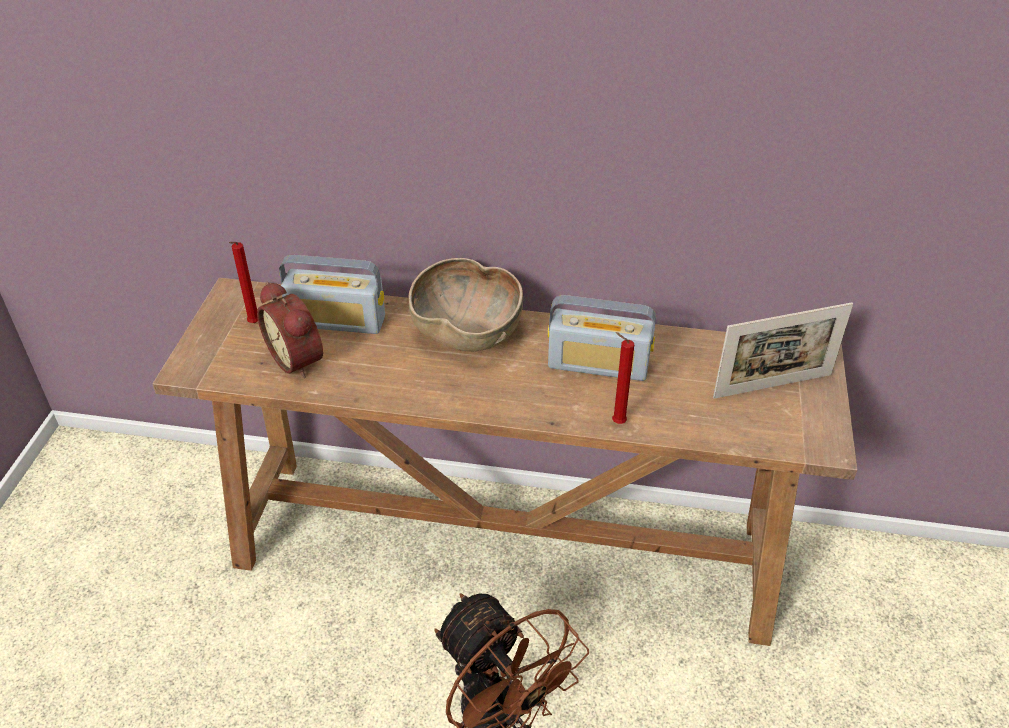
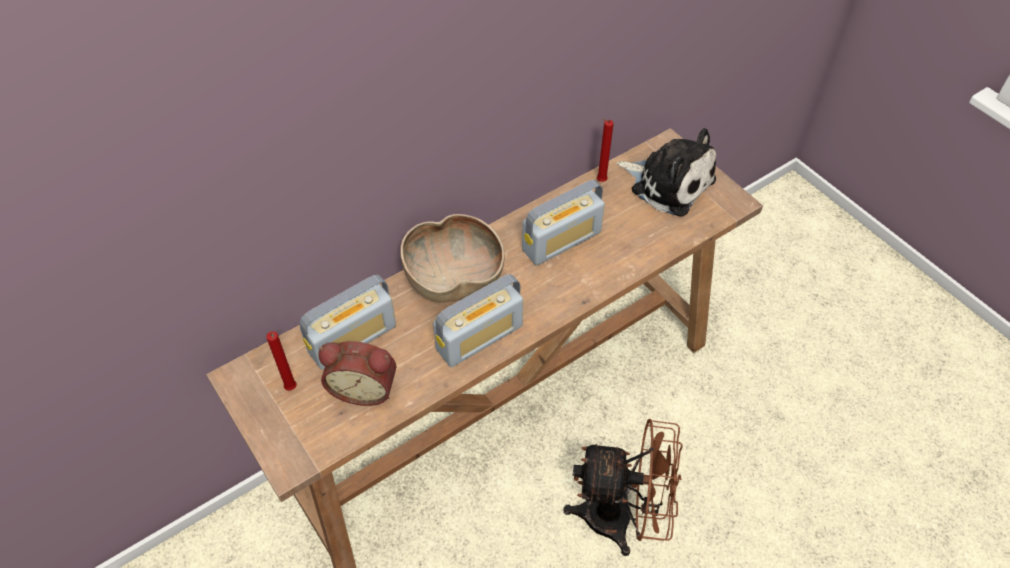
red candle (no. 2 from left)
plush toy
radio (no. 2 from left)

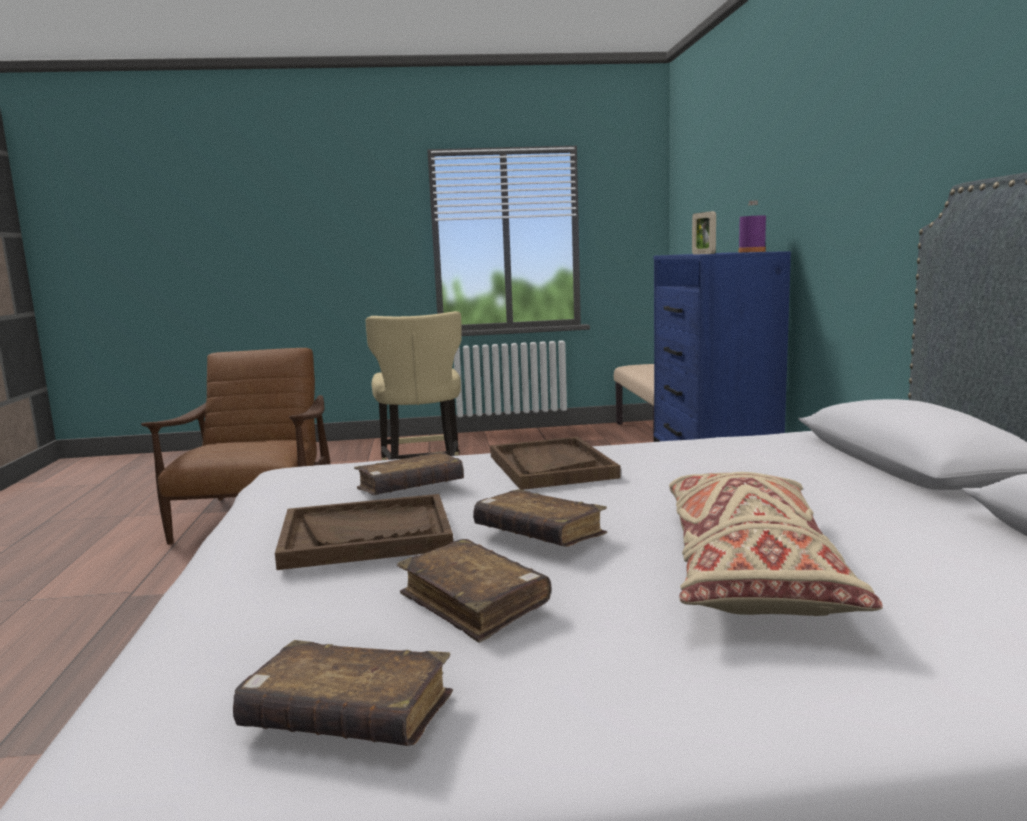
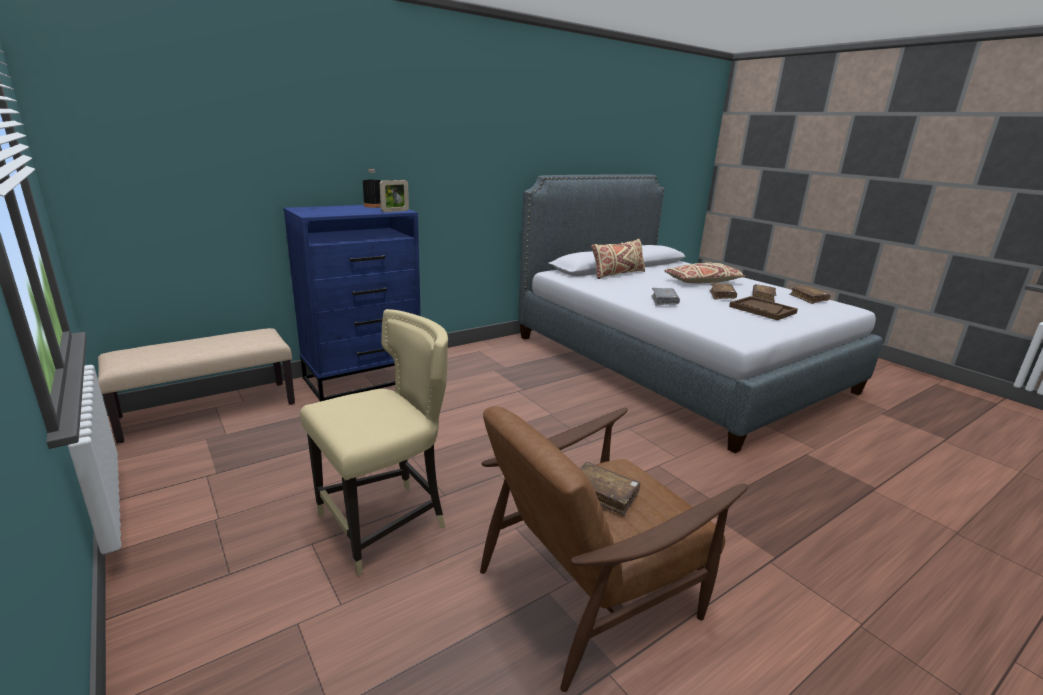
brown book (no. 1 from left)
grey book
black bottle
beige pillow (no. 1 from left)

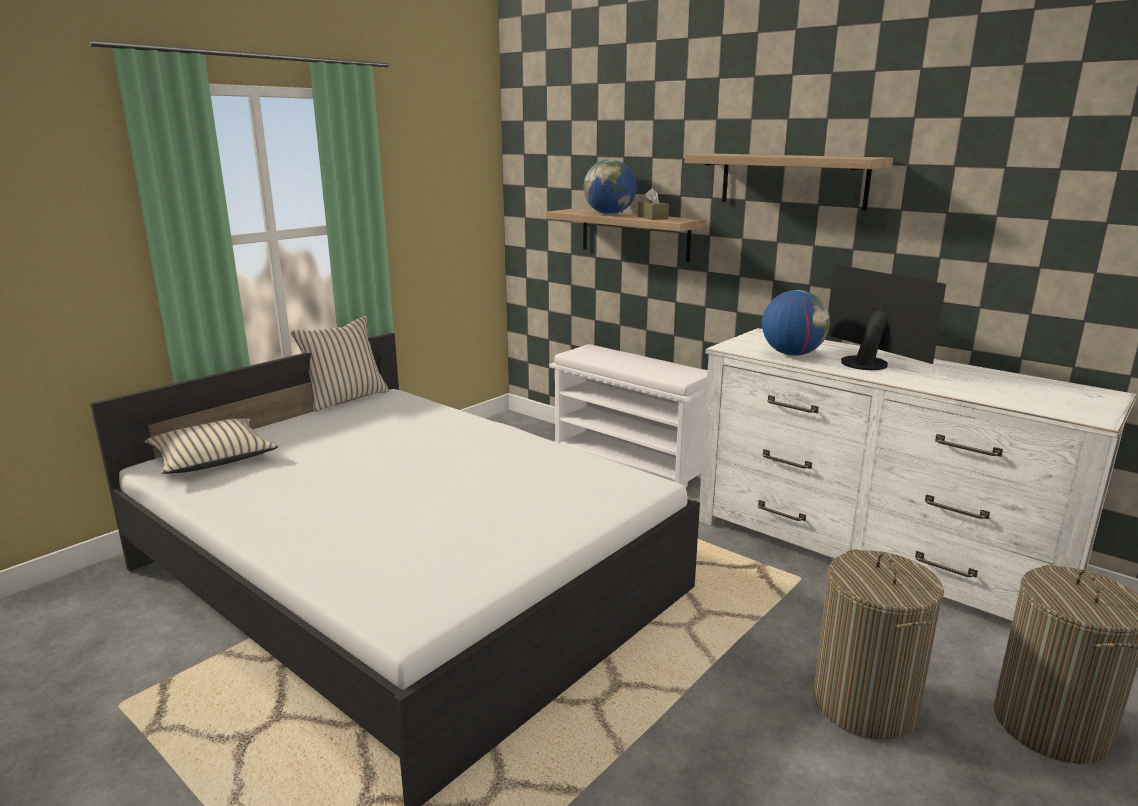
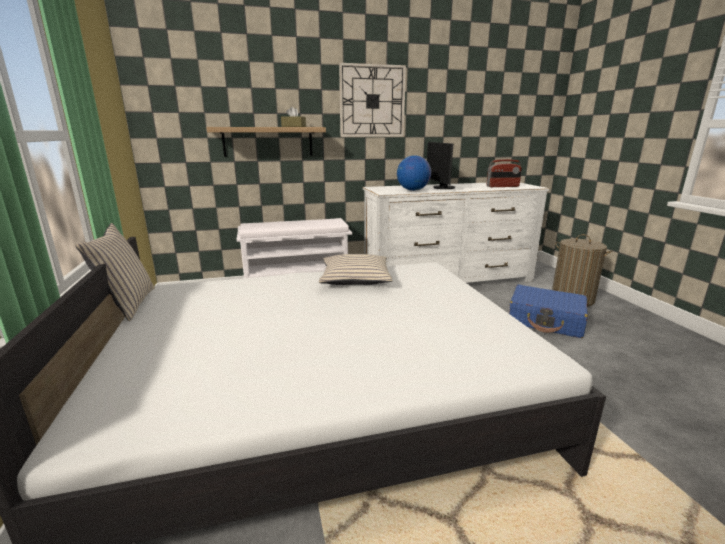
beige pillow (no. 2 from left)
globe (no. 1 from left in the first image)
wall clock
blue suitcase
monitor
radio

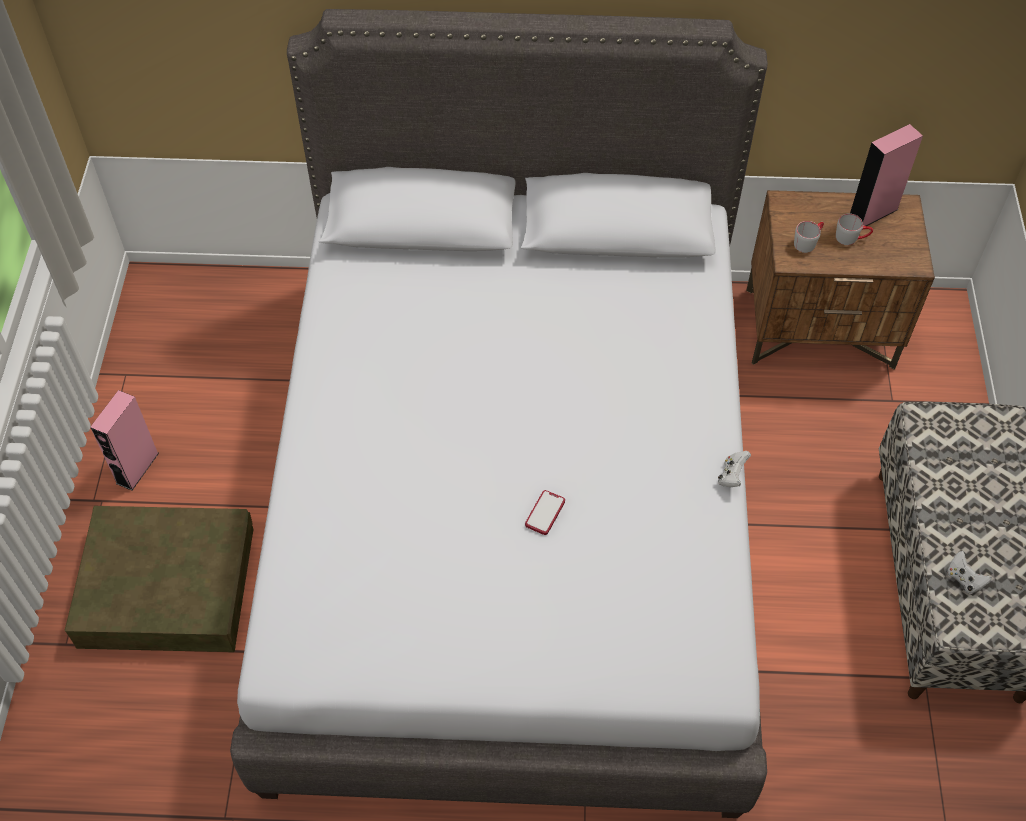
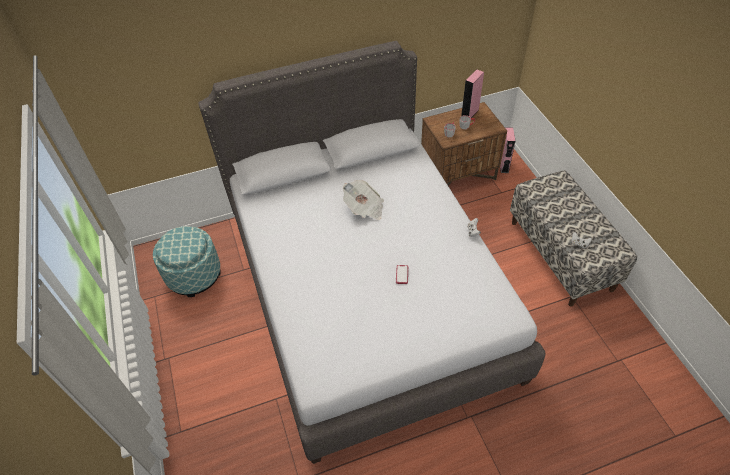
brown storage box
pink speaker (no. 2 from left)
ottoman
newspaper

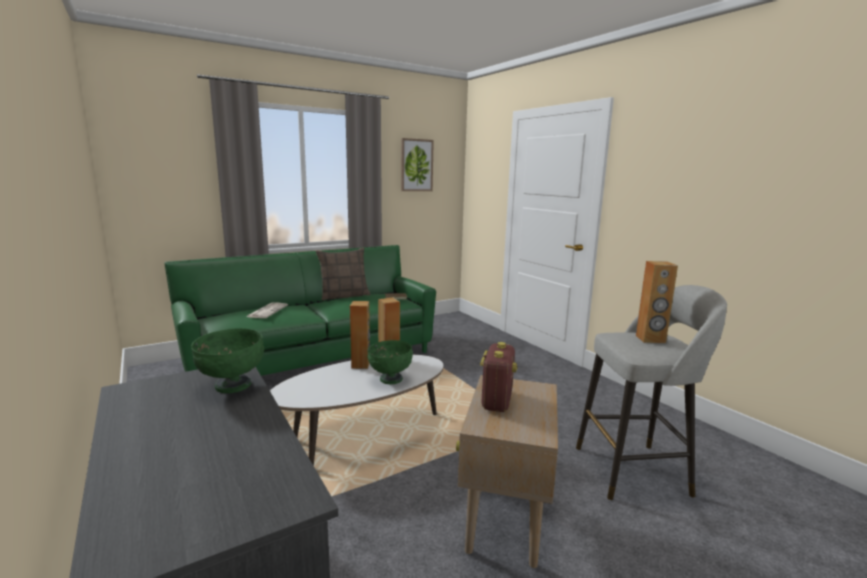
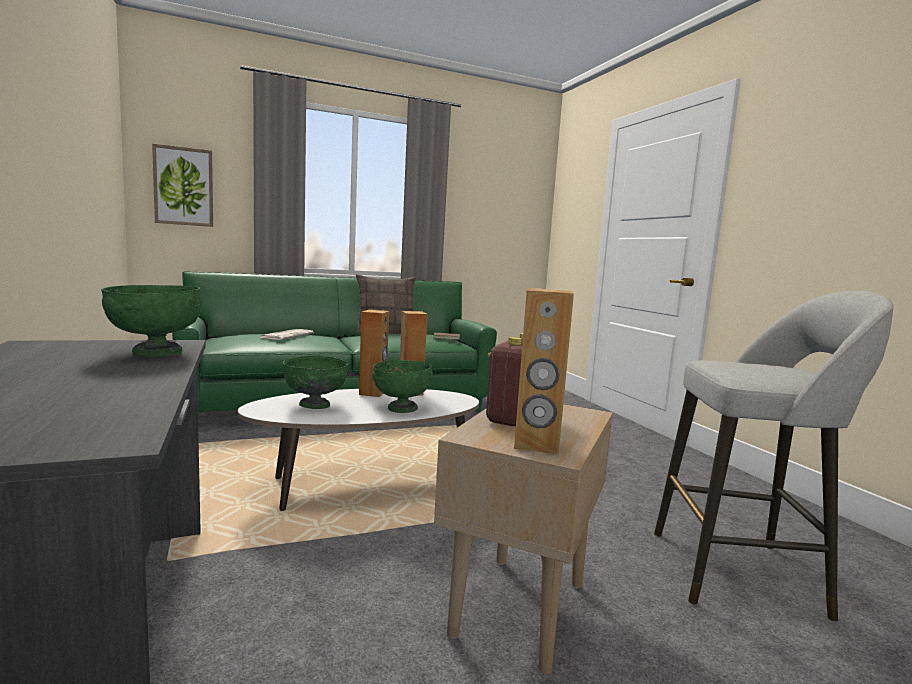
picture
brown speaker (no. 3 from left)
green bowl (no. 2 from left)

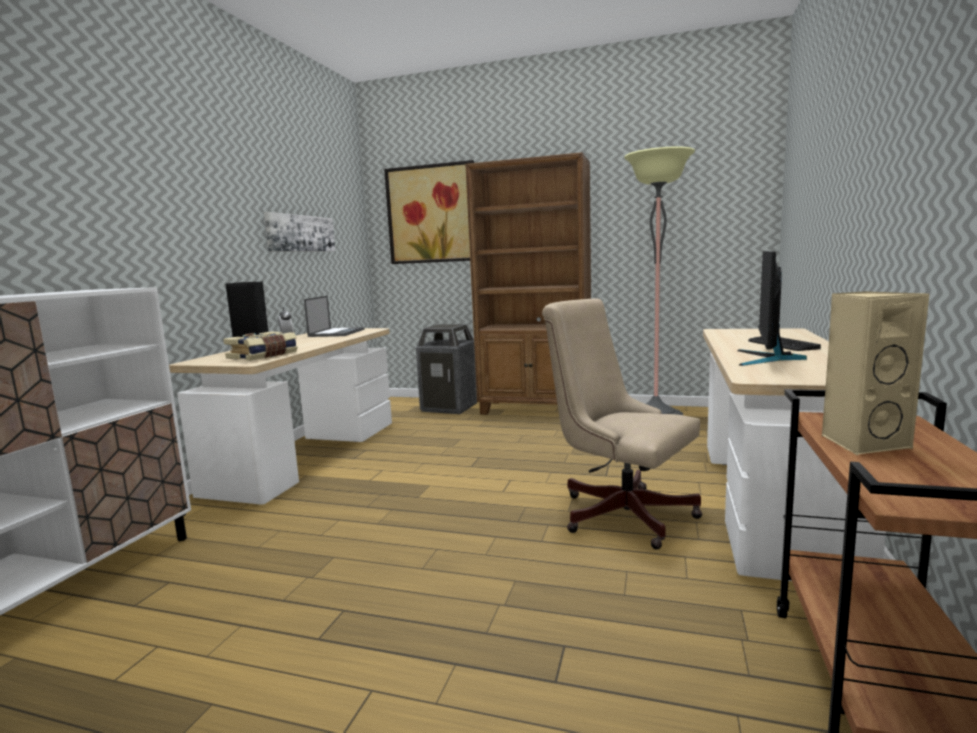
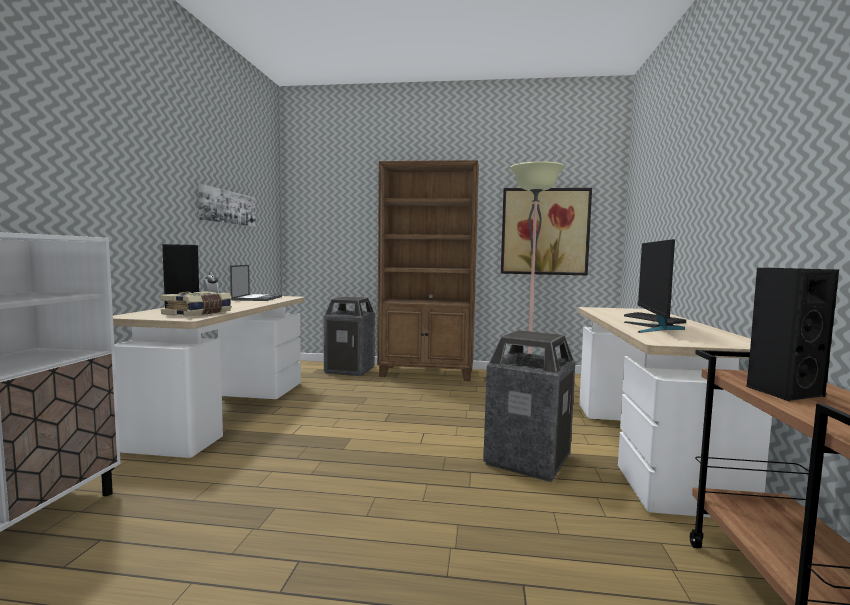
picture (no. 2 from left)
trash can (no. 2 from left)
black speaker (no. 2 from left)

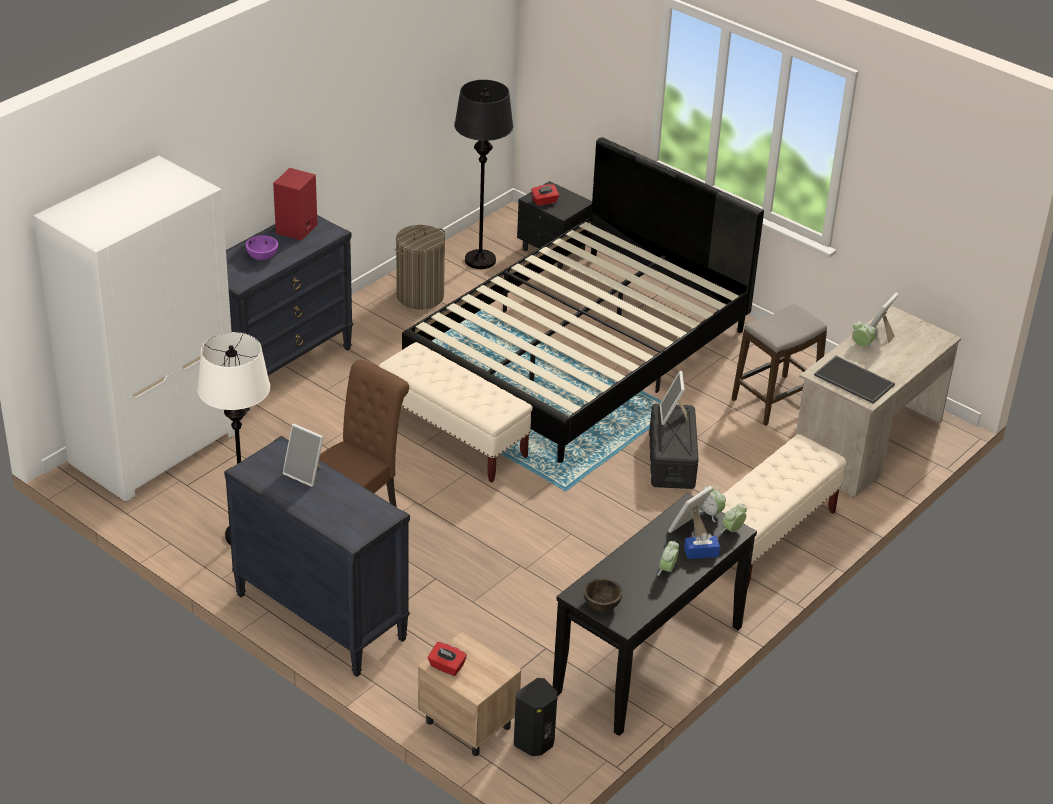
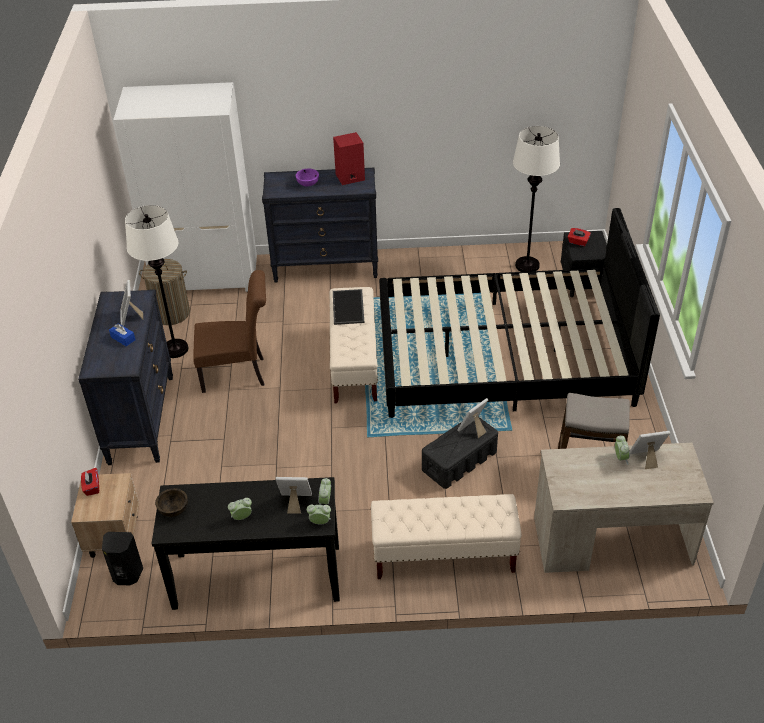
laundry basket
white floor lamp (no. 2 from left)
blue tissue box
tray

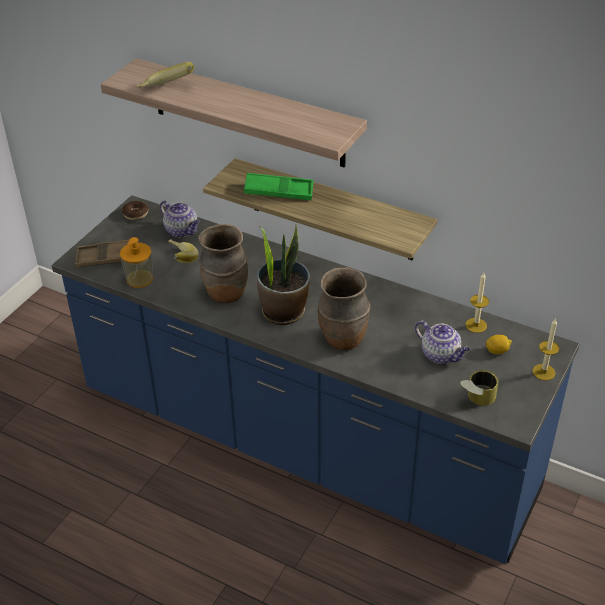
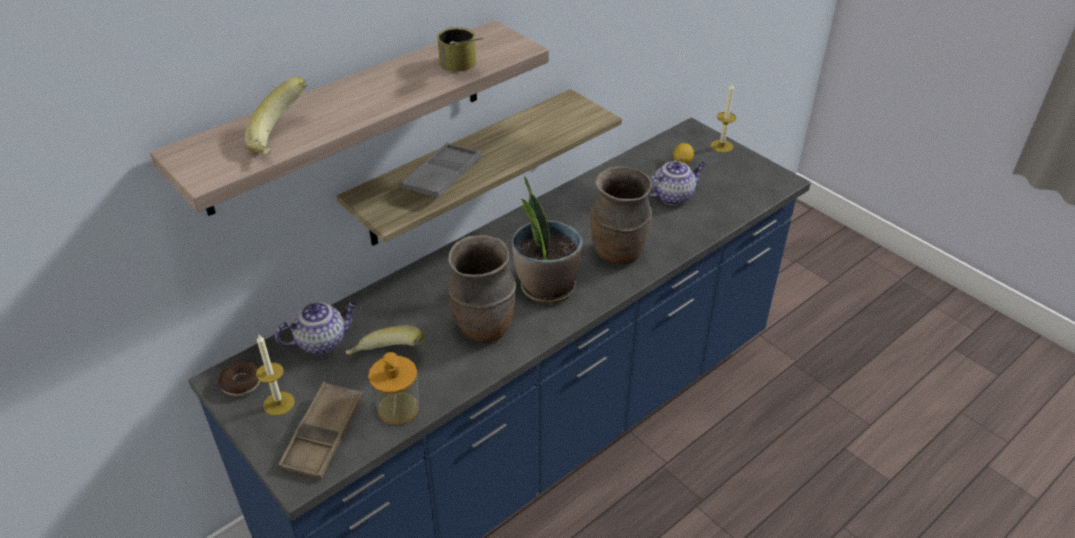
grey tray
can
candle (no. 1 from left)

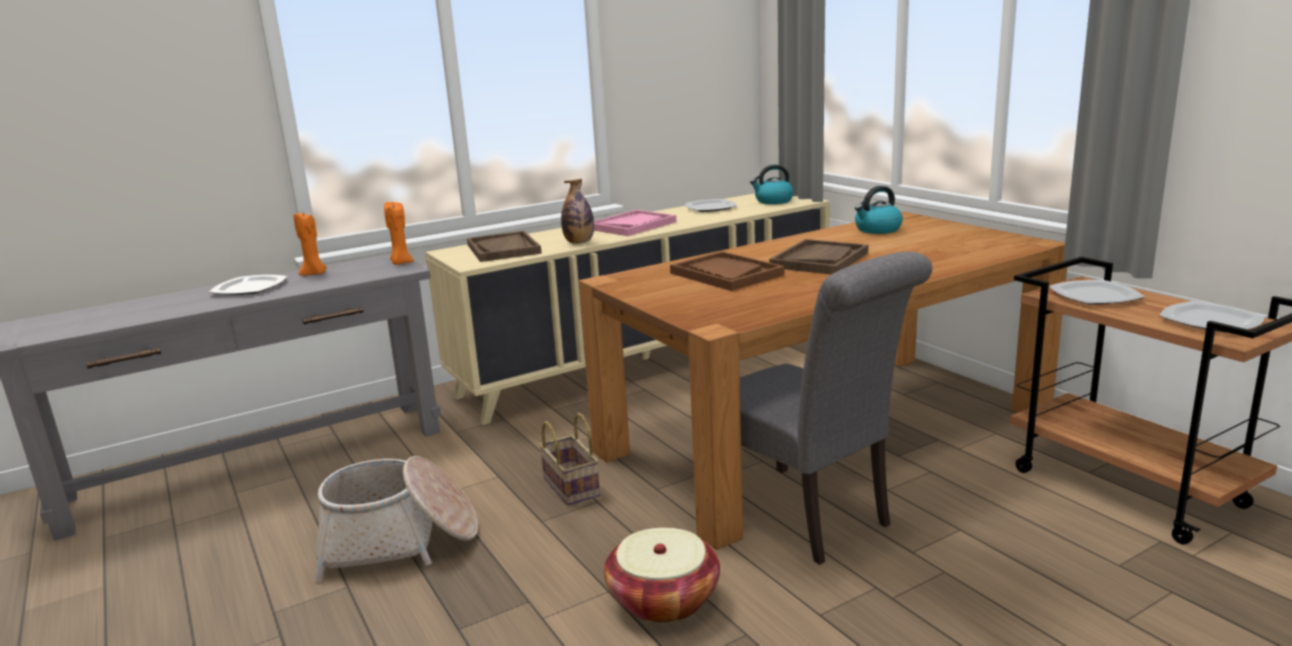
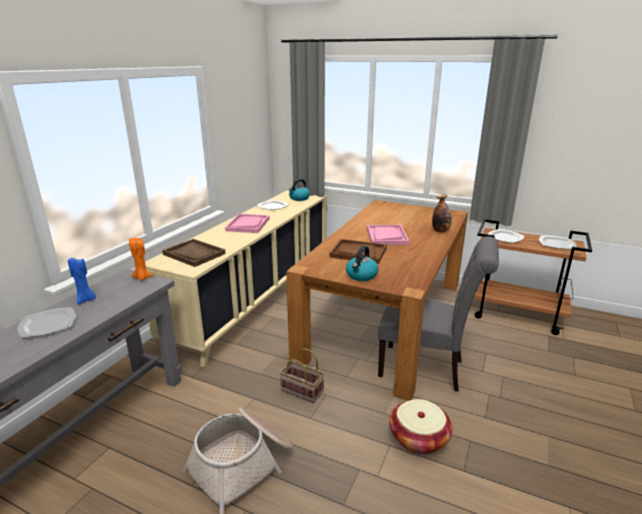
blue candle
bottle
pink tray (no. 2 from left)
kettle (no. 2 from left)

